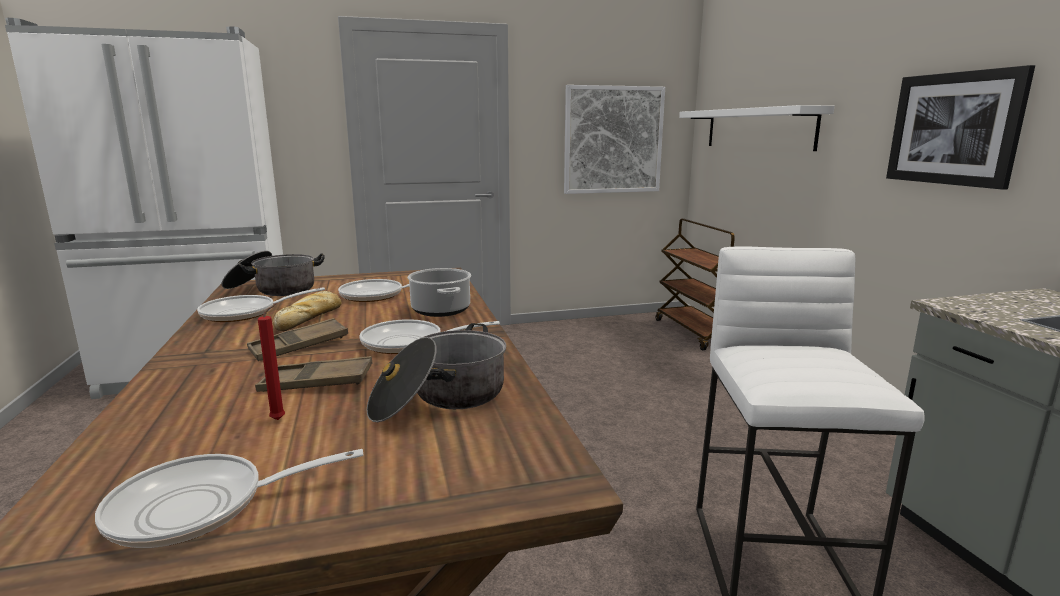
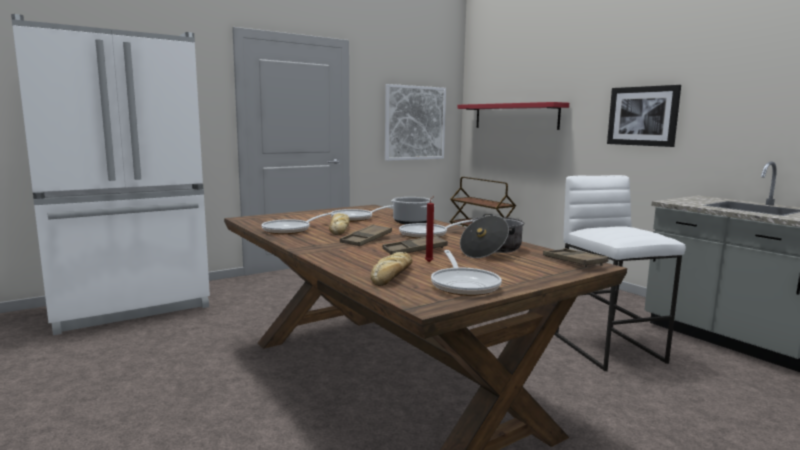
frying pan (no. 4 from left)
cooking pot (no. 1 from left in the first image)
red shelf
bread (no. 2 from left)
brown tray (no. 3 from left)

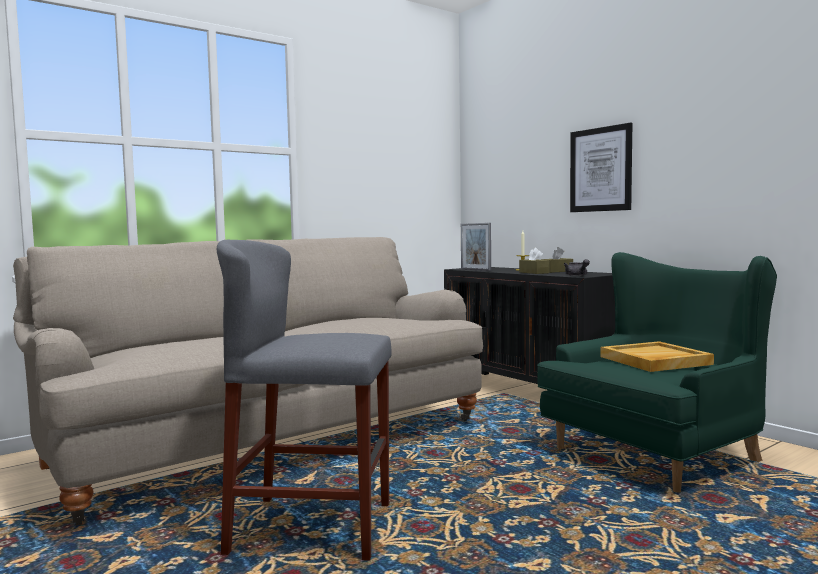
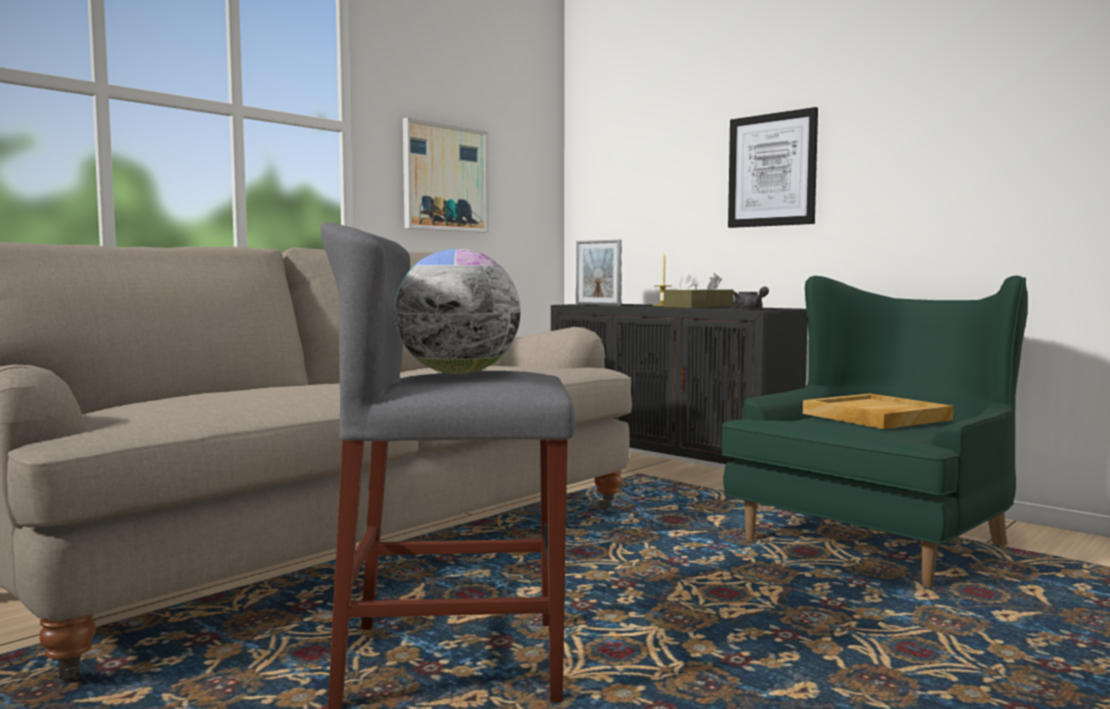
globe
picture (no. 1 from left)

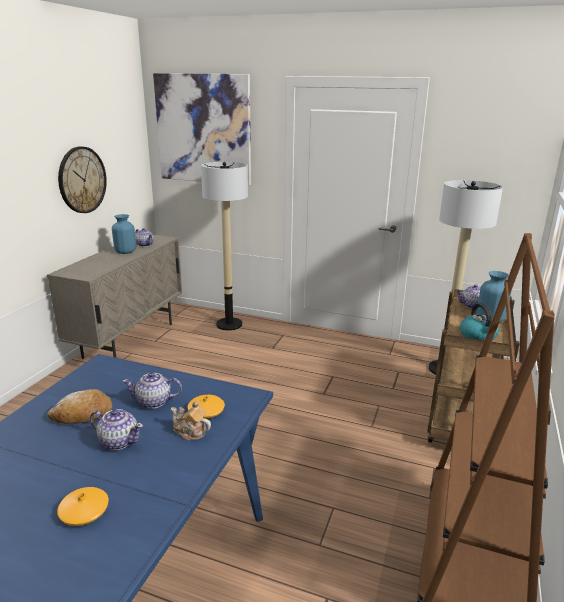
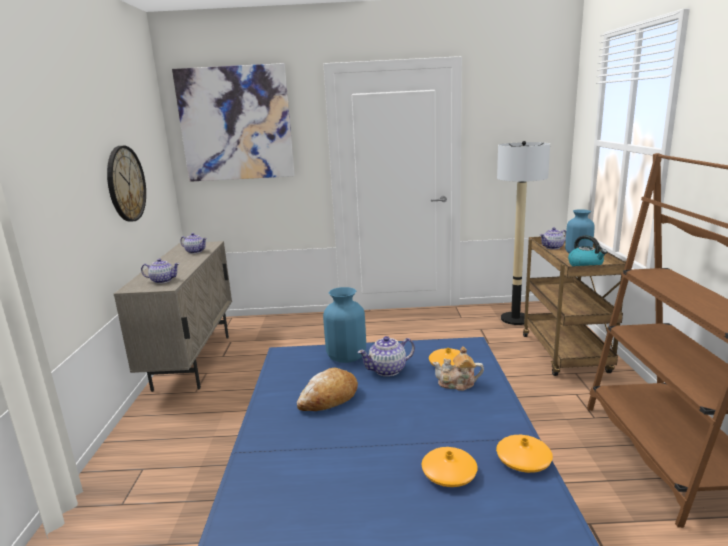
teapot (no. 1 from left)
blue vase (no. 1 from left)
floor lamp (no. 1 from left in the first image)
orange vase (no. 3 from left)

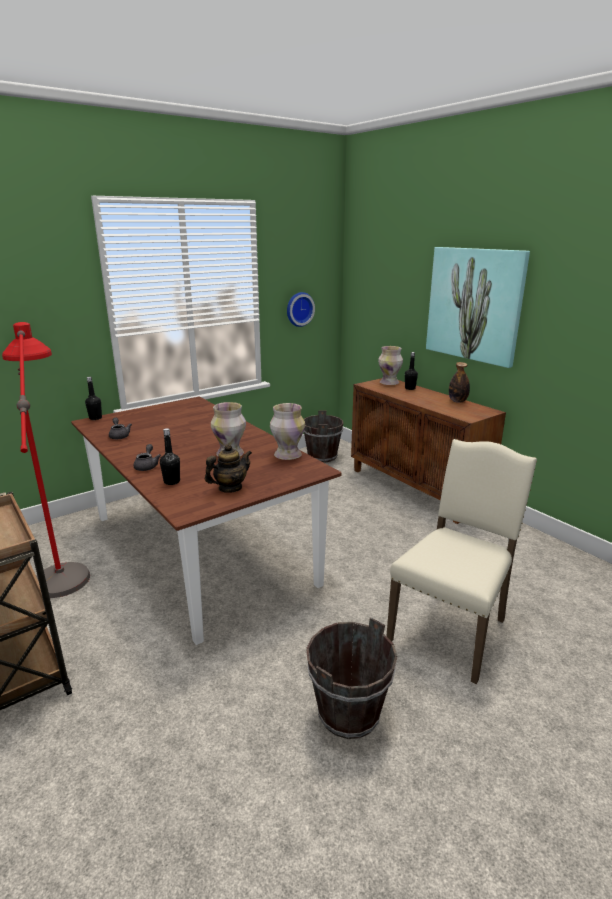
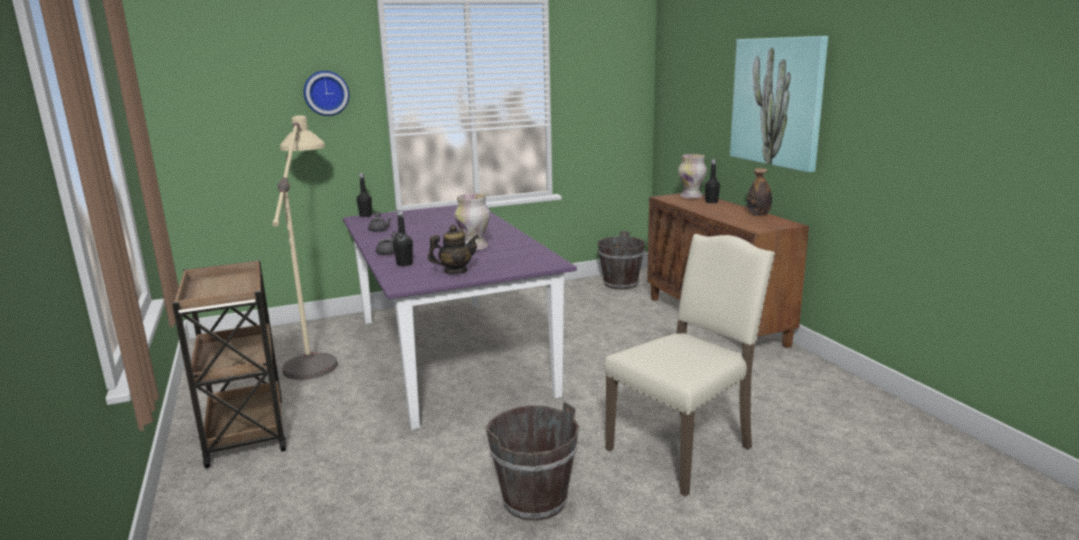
beige floor lamp
purple dining table
vase (no. 2 from left in the first image)
wall clock

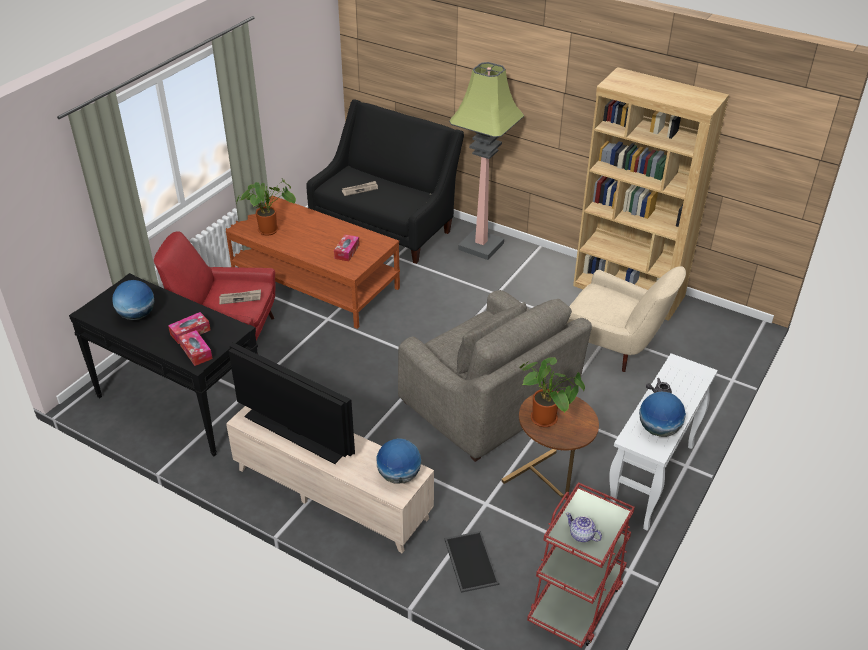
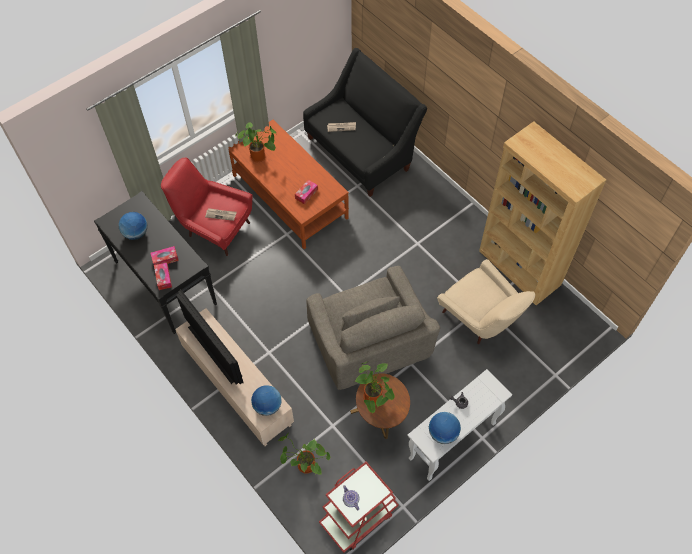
potted plant (no. 2 from left)
floor lamp

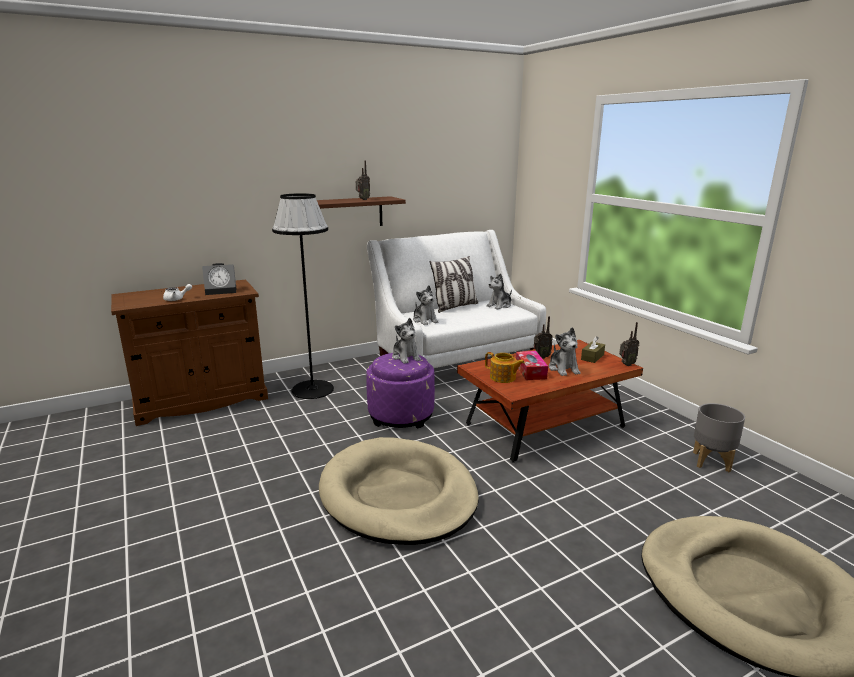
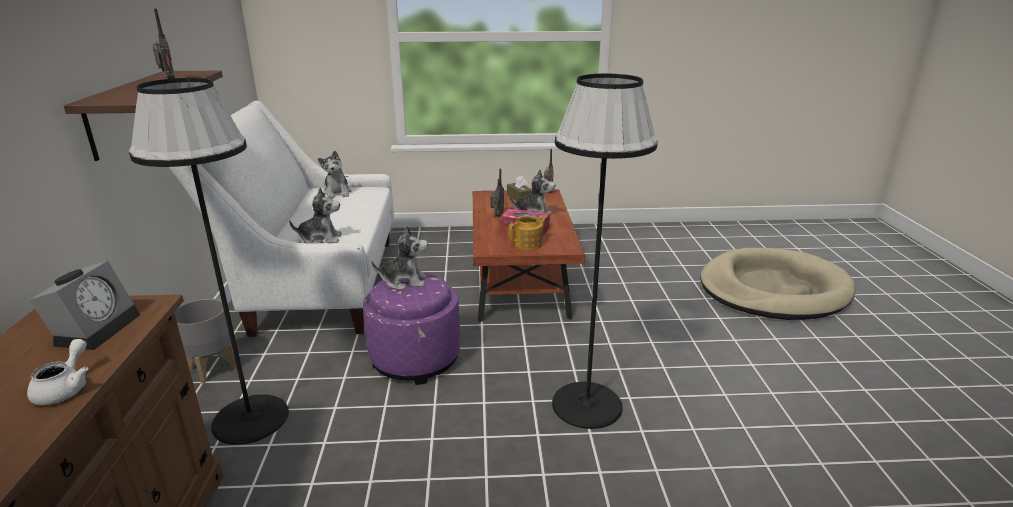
black floor lamp (no. 2 from left)
pillow
grey planter

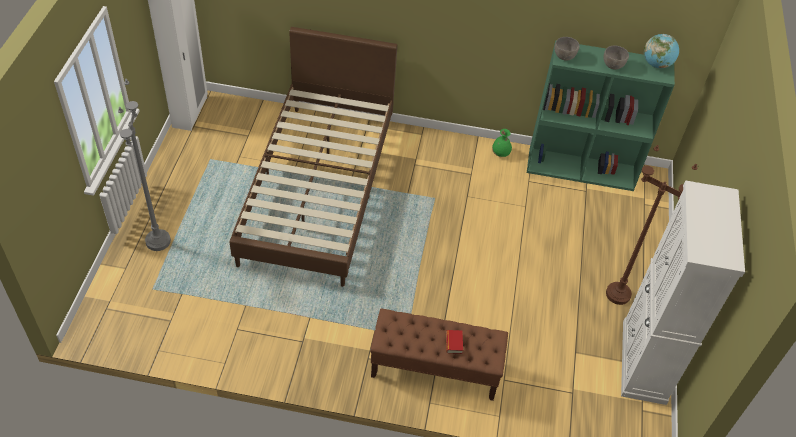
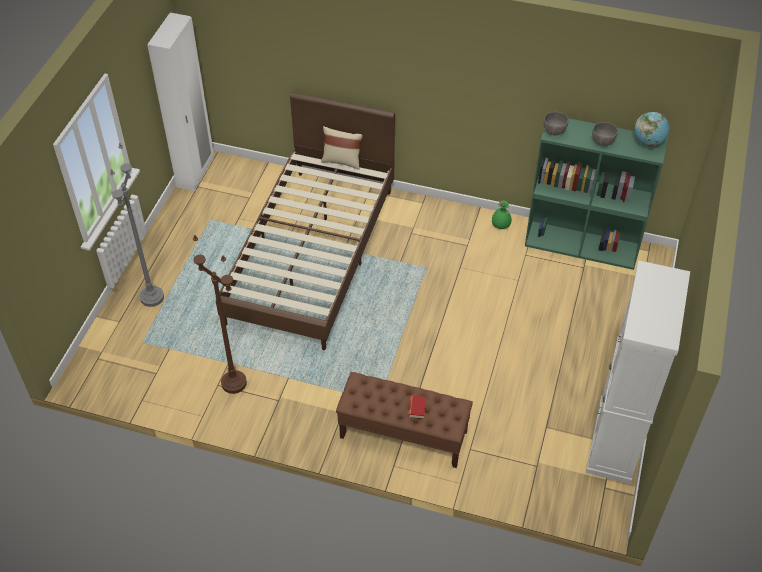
brown floor lamp
beige pillow

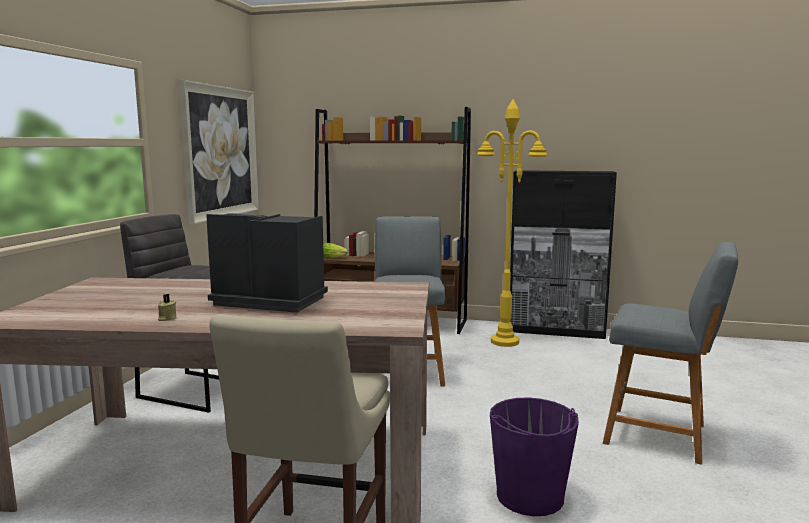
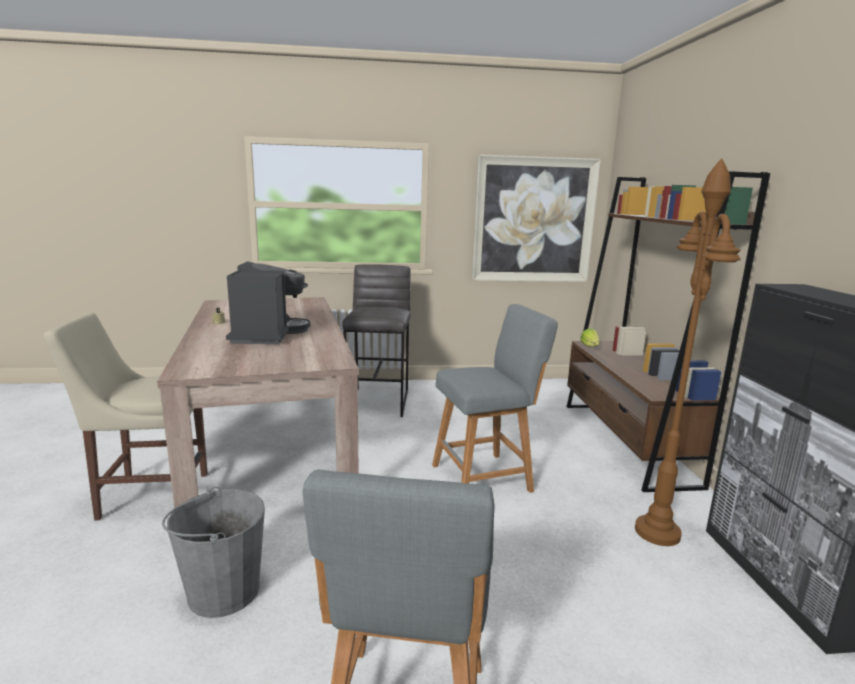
brown floor lamp
grey bucket

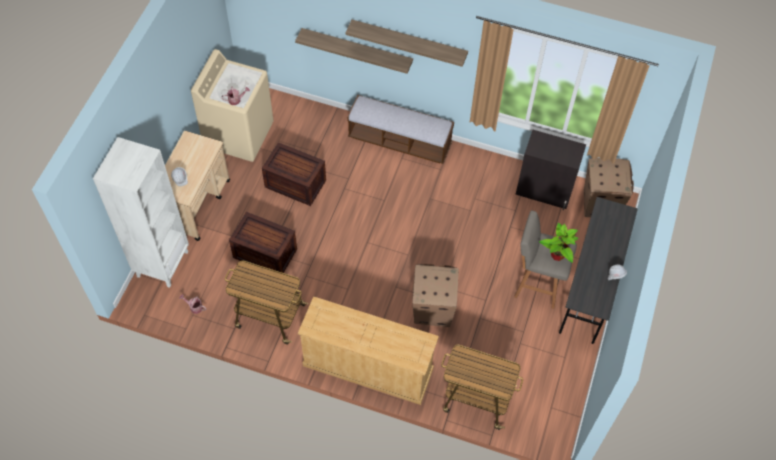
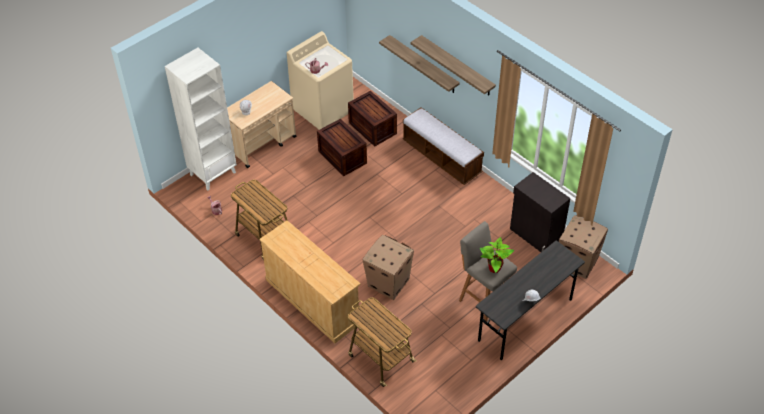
crate (no. 2 from left)

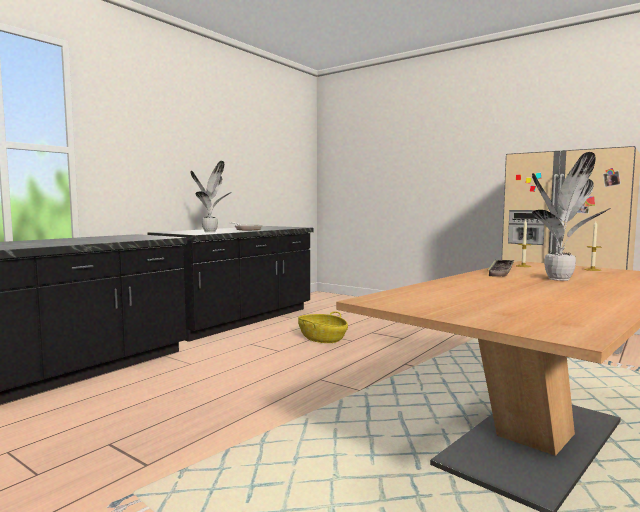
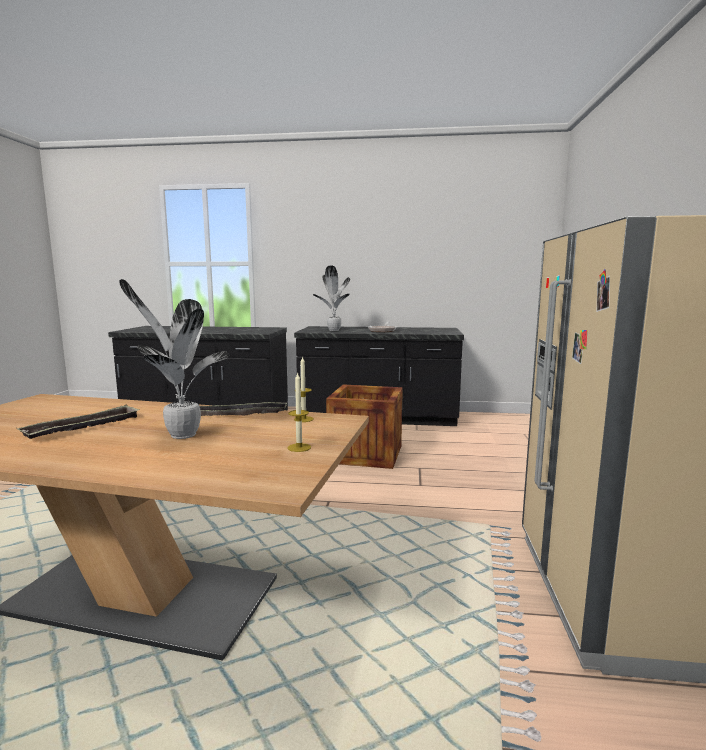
crate
tray (no. 1 from left)

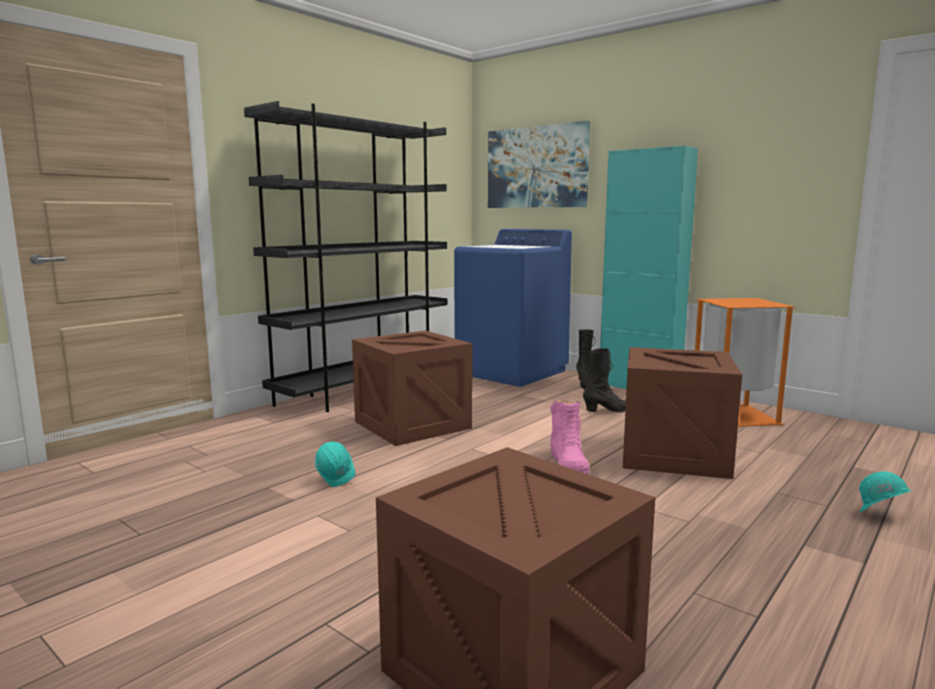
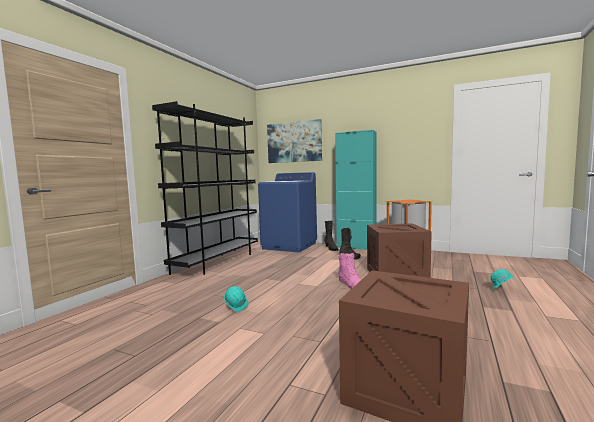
crate (no. 1 from left in the first image)

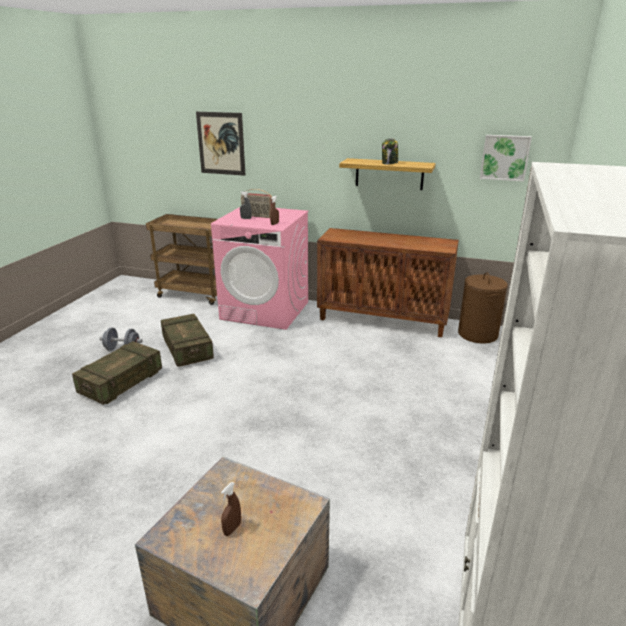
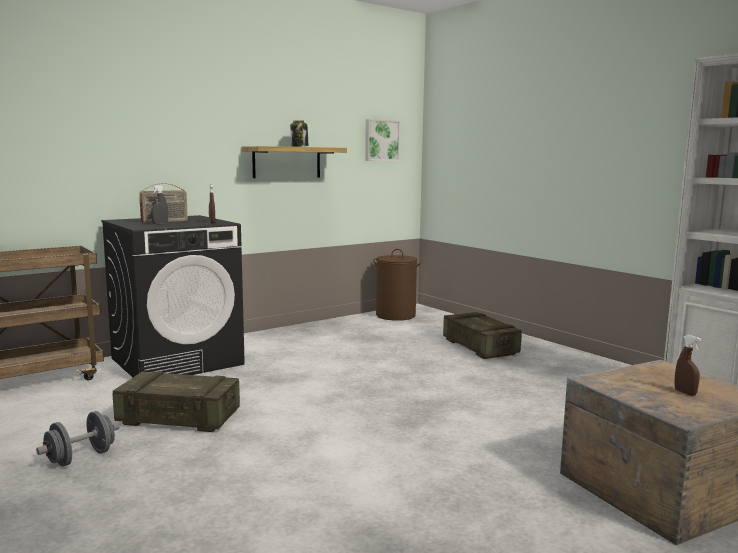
crate (no. 2 from left)
picture (no. 1 from left in the first image)
black washing machine
brown cabinet

